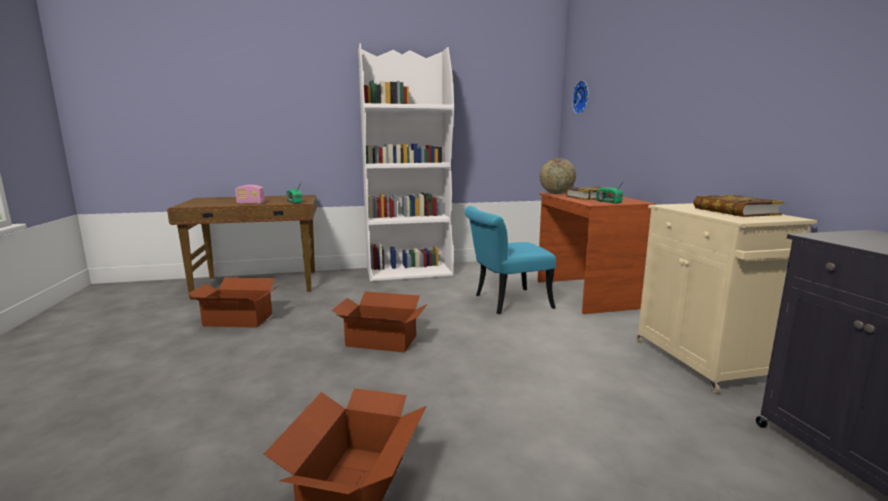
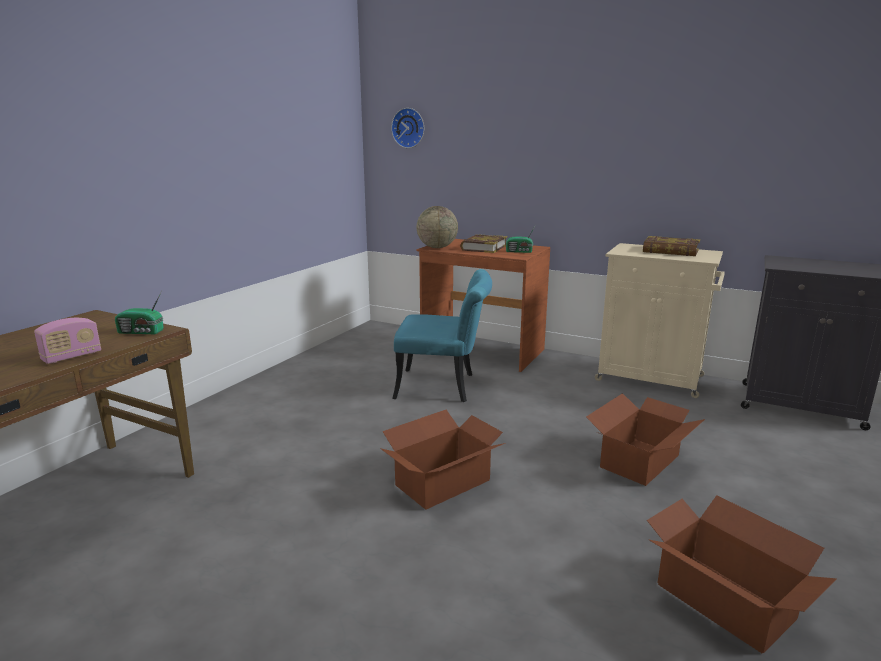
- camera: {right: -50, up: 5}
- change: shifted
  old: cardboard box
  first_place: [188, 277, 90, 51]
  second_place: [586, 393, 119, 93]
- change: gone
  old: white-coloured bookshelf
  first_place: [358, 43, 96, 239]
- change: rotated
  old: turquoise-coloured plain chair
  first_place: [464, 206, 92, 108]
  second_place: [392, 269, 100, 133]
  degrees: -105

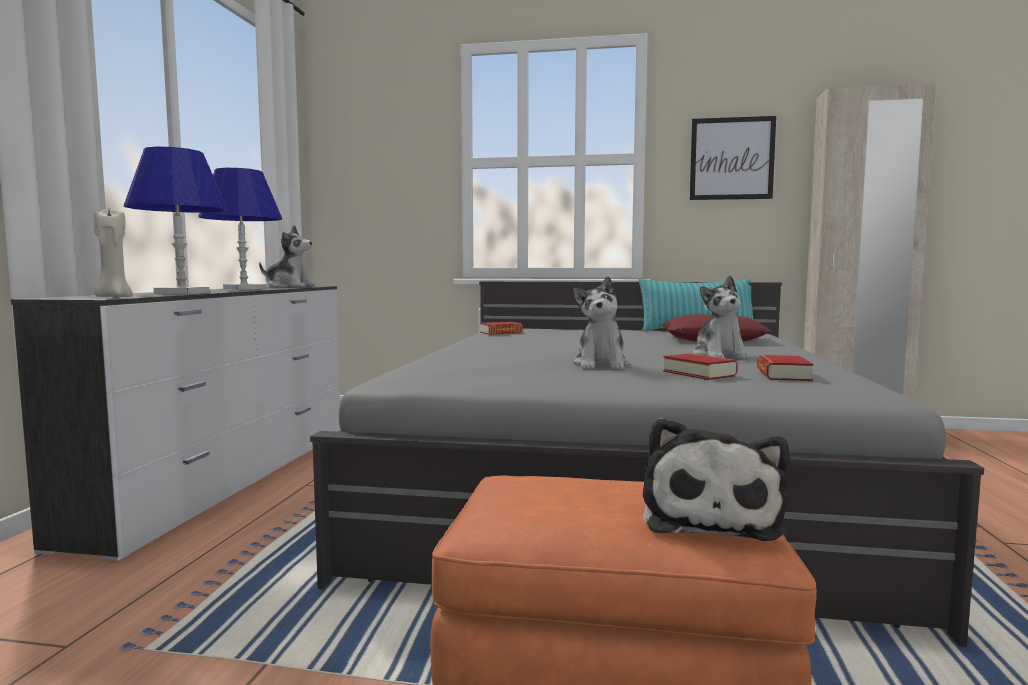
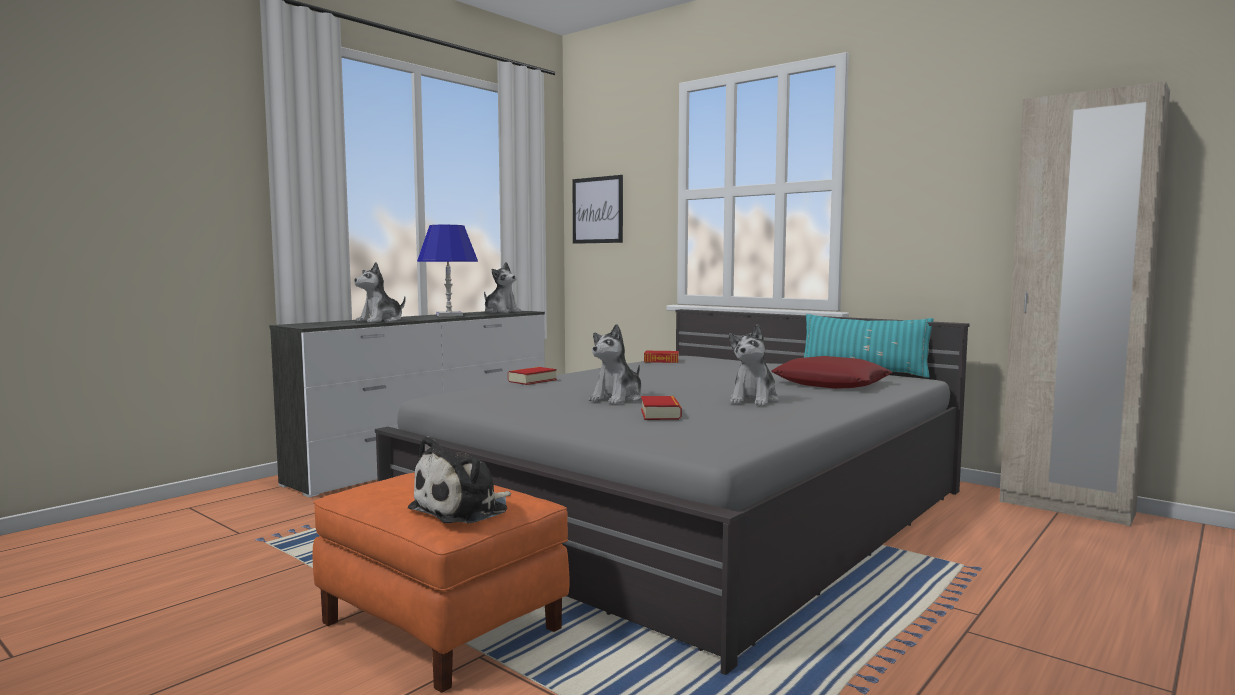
- camera: {right: 30, up: 0}
- change: gone
  old: beige wax candle
  first_place: [94, 209, 39, 88]
- change: swapped
  old: blue-coloured table lamp
  new: soft toy
  first_place: [124, 146, 104, 148]
  second_place: [354, 262, 52, 61]
- change: shifted
  old: wall picture
  first_place: [690, 116, 86, 84]
  second_place: [572, 175, 51, 69]
- change: shifted
  old: bound book
  first_place: [757, 355, 57, 26]
  second_place: [508, 367, 49, 18]

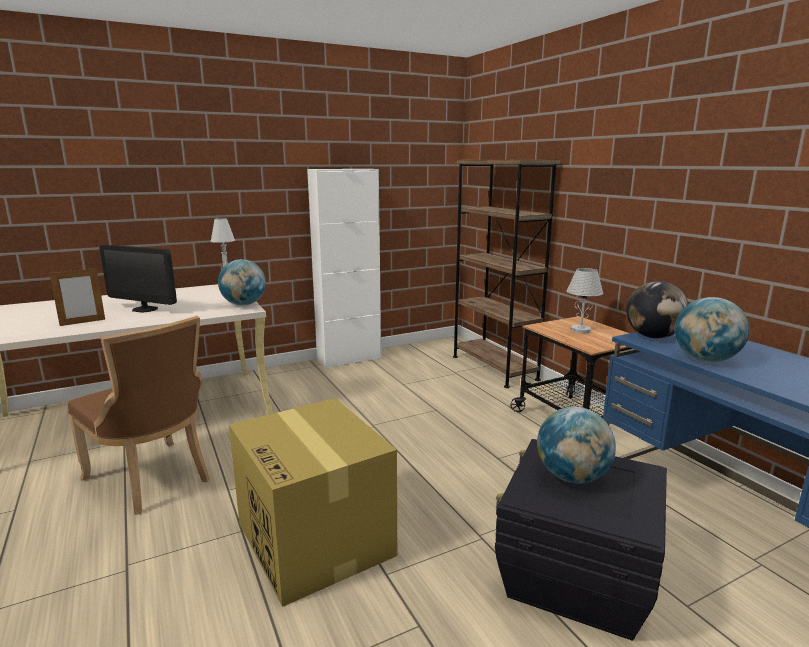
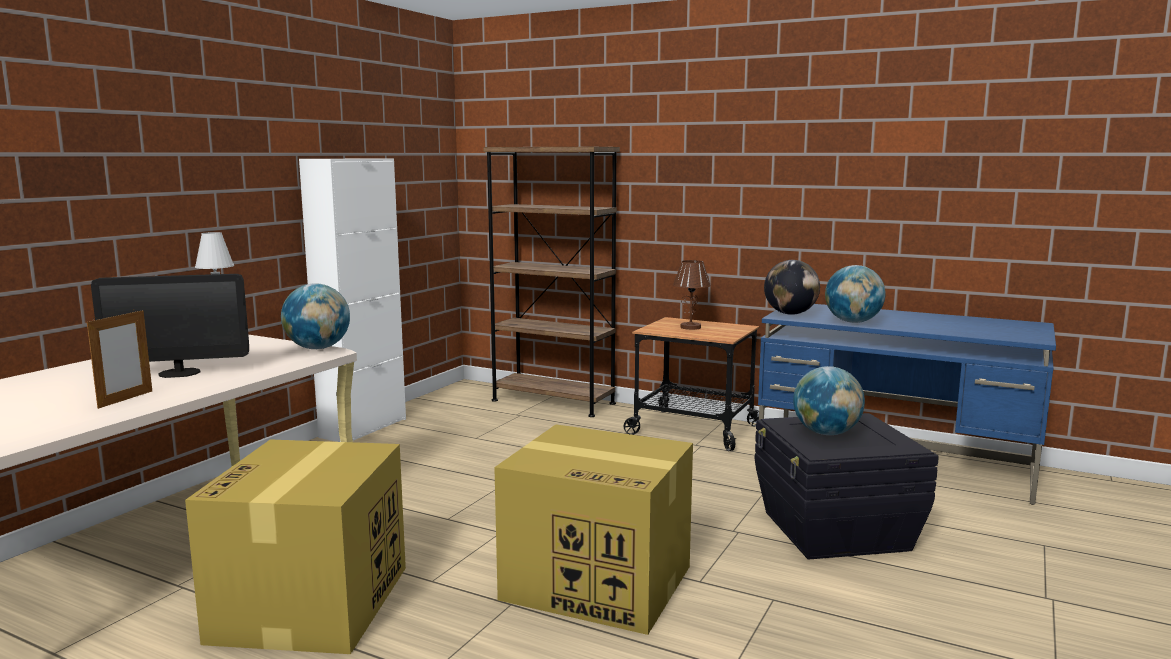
- camera: {right: -35, up: -5}
- change: swapped
  old: brown-coloured plain chair
  new: cardboard box
  first_place: [68, 316, 142, 199]
  second_place: [185, 439, 221, 215]
- change: repainted
  old: white-coloured table lamp
  new: brown-coloured table lamp
  first_place: [567, 268, 36, 66]
  second_place: [673, 260, 38, 70]

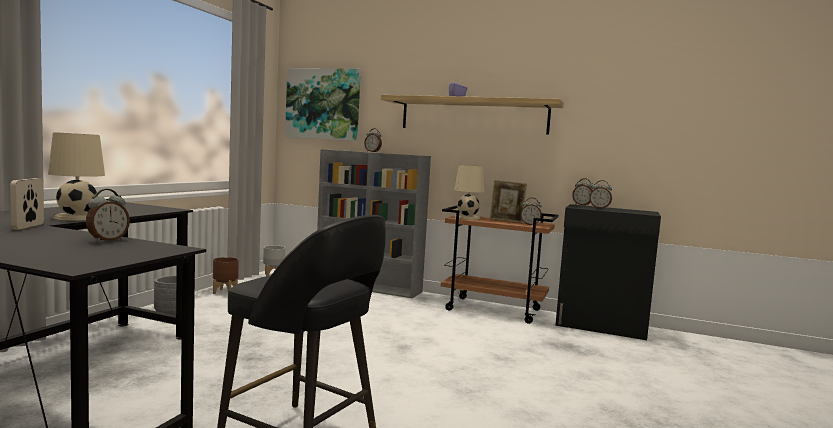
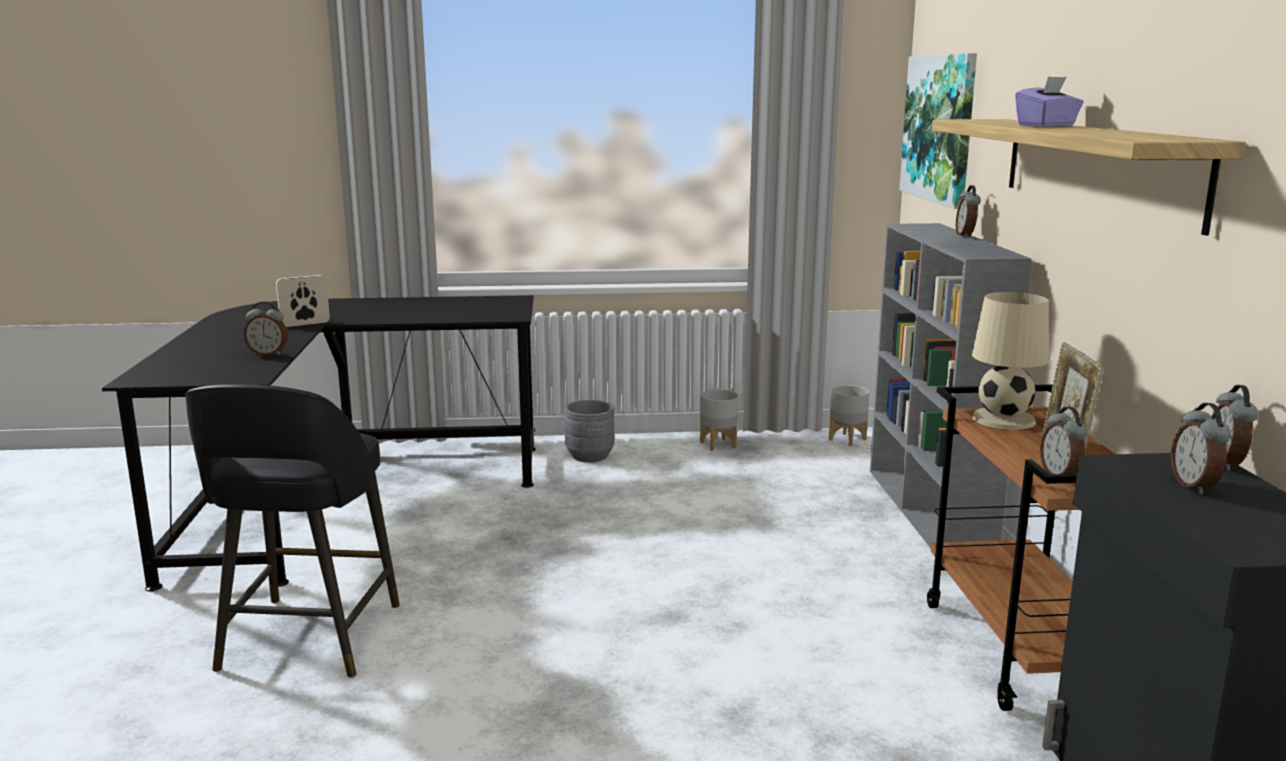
- camera: {right: 65, up: 10}
- change: gone
  old: beige table lamp
  first_place: [48, 132, 57, 89]
- change: repainted
  old: brown-coloured plant pot
  new: gray plant pot
  first_place: [213, 257, 26, 37]
  second_place: [700, 389, 39, 62]

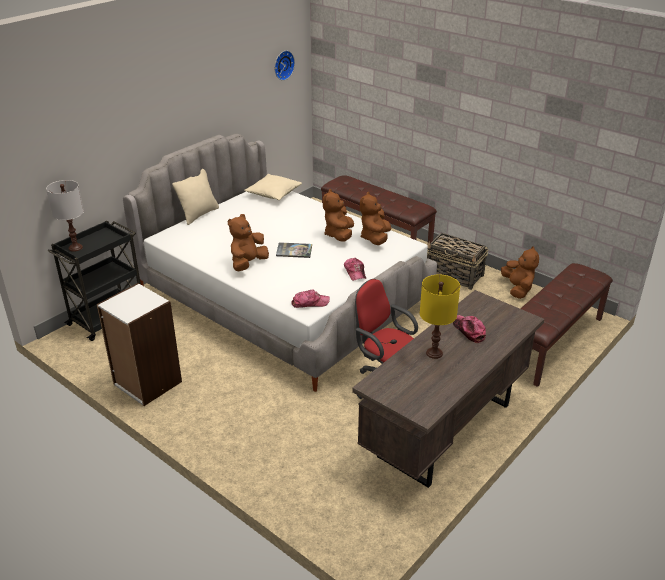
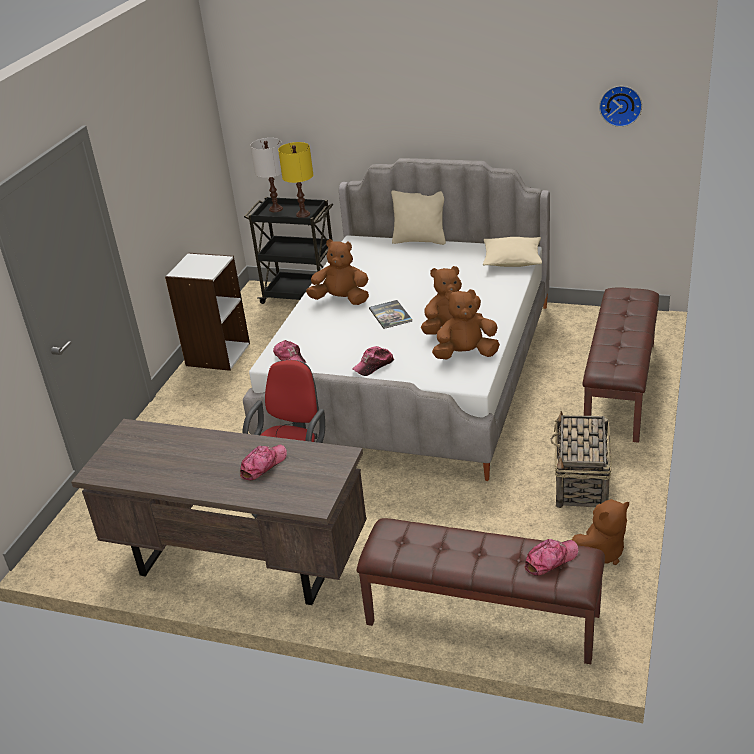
- camera: {right: 70, up: 0}
- change: shifted
  old: yellowish table lamp
  first_place: [420, 275, 40, 84]
  second_place: [278, 142, 35, 76]
- change: new
  new: baseball cap
  second_place: [524, 539, 54, 37]

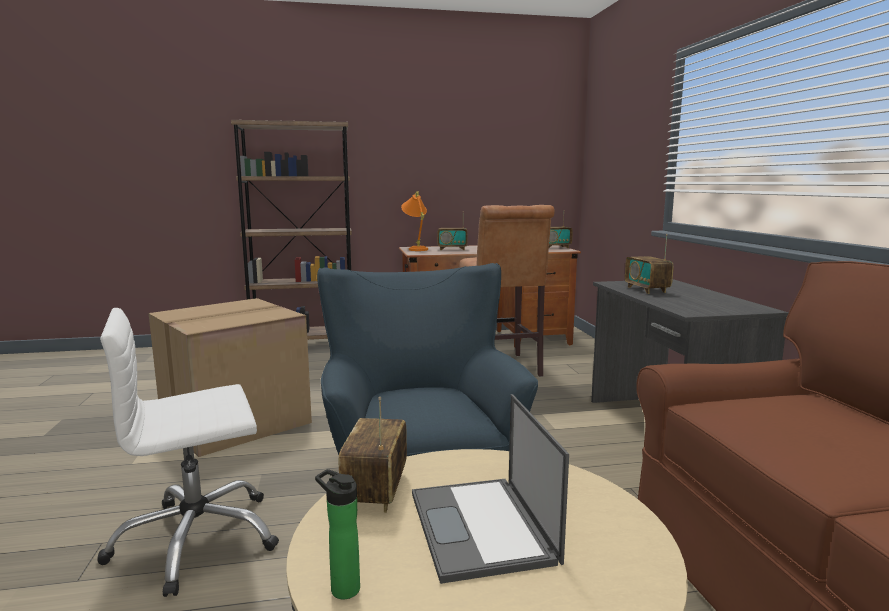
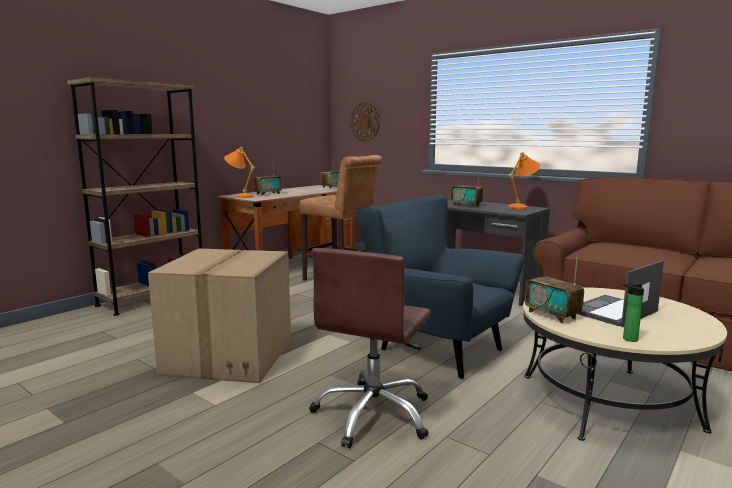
- camera: {right: -40, up: 0}
- change: repainted
  old: white-coloured computer chair
  new: brown-coloured computer chair
  first_place: [97, 308, 182, 289]
  second_place: [309, 248, 122, 200]
- change: rotated
  old: notebook computer
  first_place: [412, 394, 157, 190]
  second_place: [579, 260, 85, 67]
  degrees: 105
- change: new
  new: clock on the wall
  second_place: [350, 102, 30, 39]
- change: new
  new: orangey table lamp
  second_place: [508, 152, 32, 57]

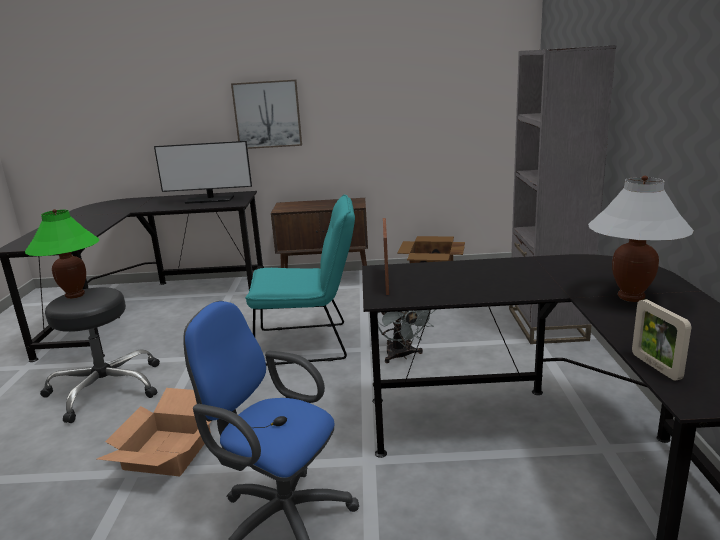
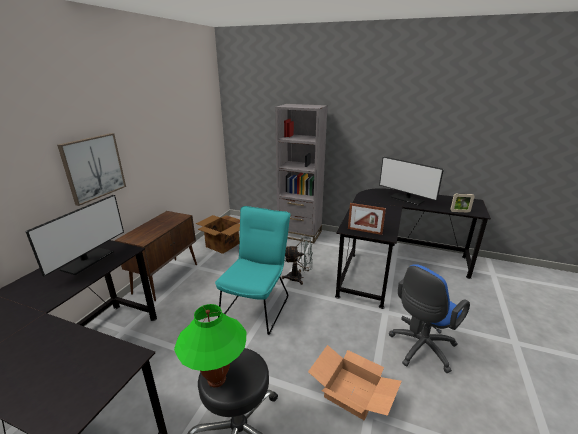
- camera: {right: -70, up: 5}
- change: swapped
  old: white-coloured table lamp
  new: computer screen
  first_place: [588, 176, 106, 126]
  second_place: [379, 157, 65, 48]

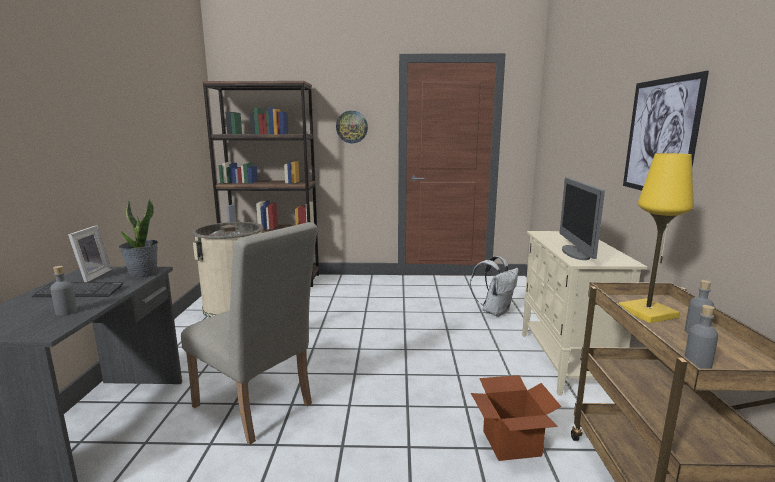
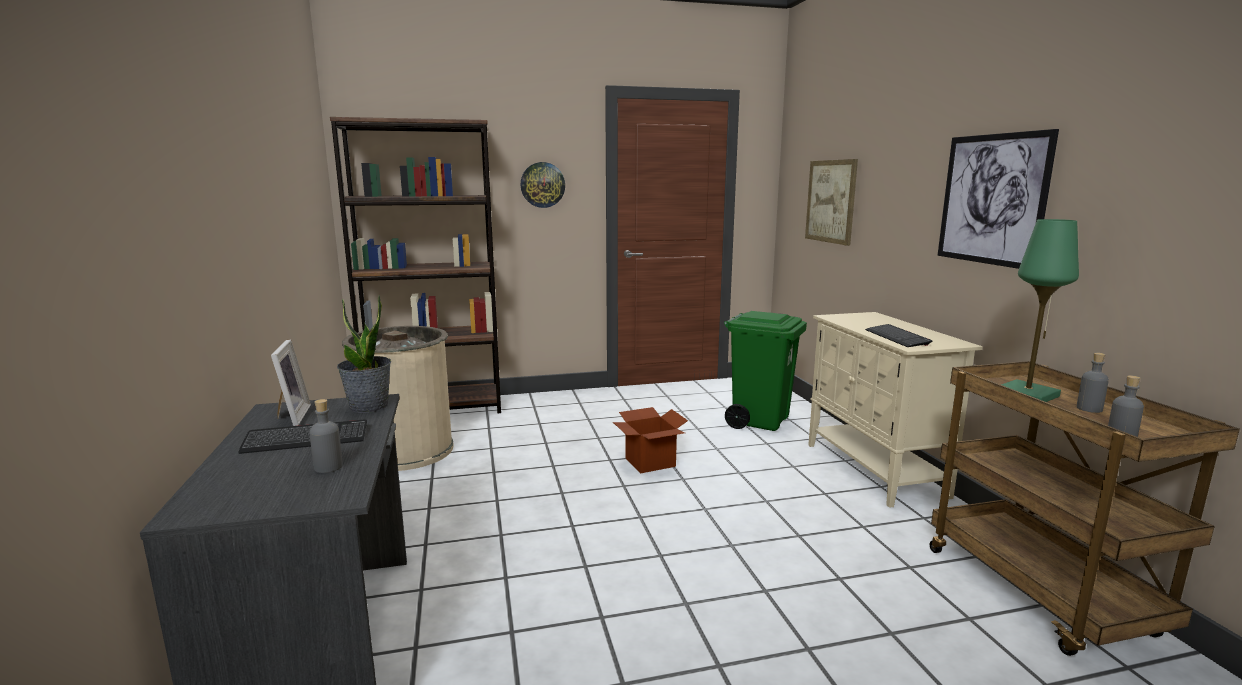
- camera: {right: -15, up: 0}
- change: gone
  old: beige plain chair
  first_place: [181, 222, 137, 223]
- change: swapped
  old: white-coloured backpack
  new: green-coloured rubbish bin
  first_place: [470, 256, 49, 61]
  second_place: [724, 311, 83, 120]
- change: shifted
  old: cardboard box
  first_place: [471, 375, 90, 86]
  second_place: [613, 407, 75, 66]
- change: swapped
  old: computer screen
  new: PC keyboard
  first_place: [559, 178, 46, 82]
  second_place: [865, 324, 68, 23]
- change: repainted
  old: yellowish table lamp
  new: green-coloured table lamp
  first_place: [619, 153, 75, 170]
  second_place: [1001, 219, 78, 183]
- change: new
  new: wall picture
  second_place: [805, 159, 53, 87]

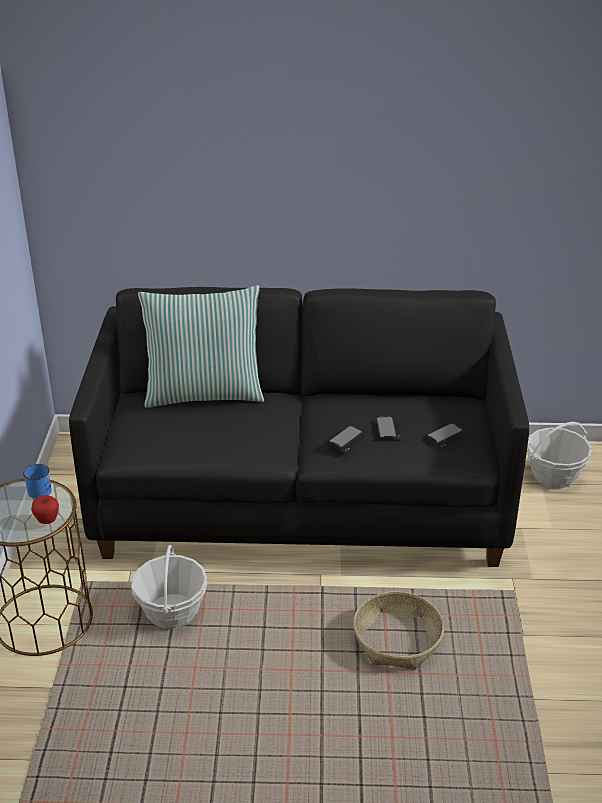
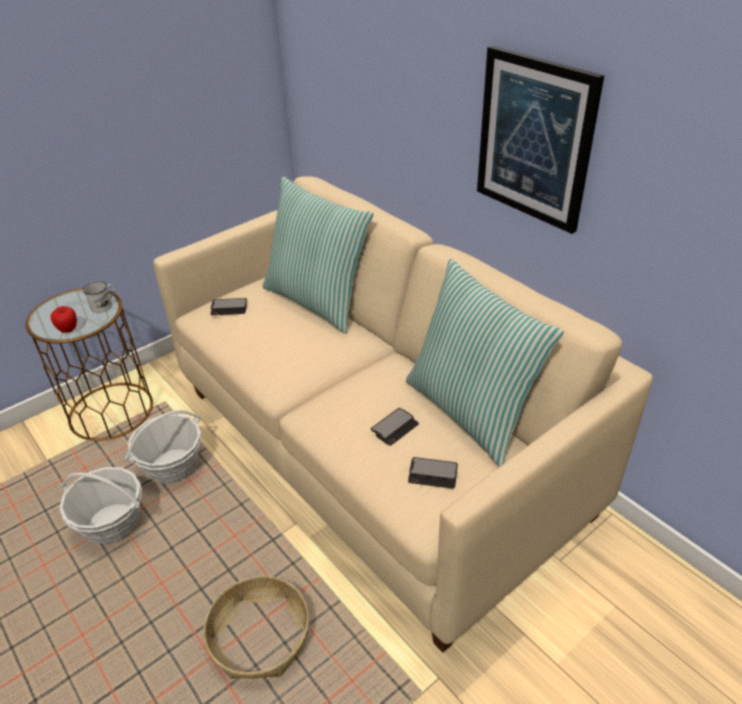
- camera: {right: 50, up: 5}
- change: repainted
  old: blue-coloured mug
  new: white-coloured mug
  first_place: [23, 464, 29, 35]
  second_place: [83, 281, 32, 32]
- change: repainted
  old: black-coloured settee
  new: beige settee
  first_place: [69, 287, 460, 280]
  second_place: [153, 176, 499, 477]
- change: shifted
  old: telephone
  first_place: [329, 426, 38, 27]
  second_place: [210, 298, 37, 17]
- change: shifted
  old: household basket
  first_place: [527, 422, 65, 66]
  second_place: [60, 467, 82, 77]
- change: new
  new: cushion
  second_place: [406, 259, 158, 207]
- change: new
  new: wall picture
  second_place: [477, 46, 127, 188]

